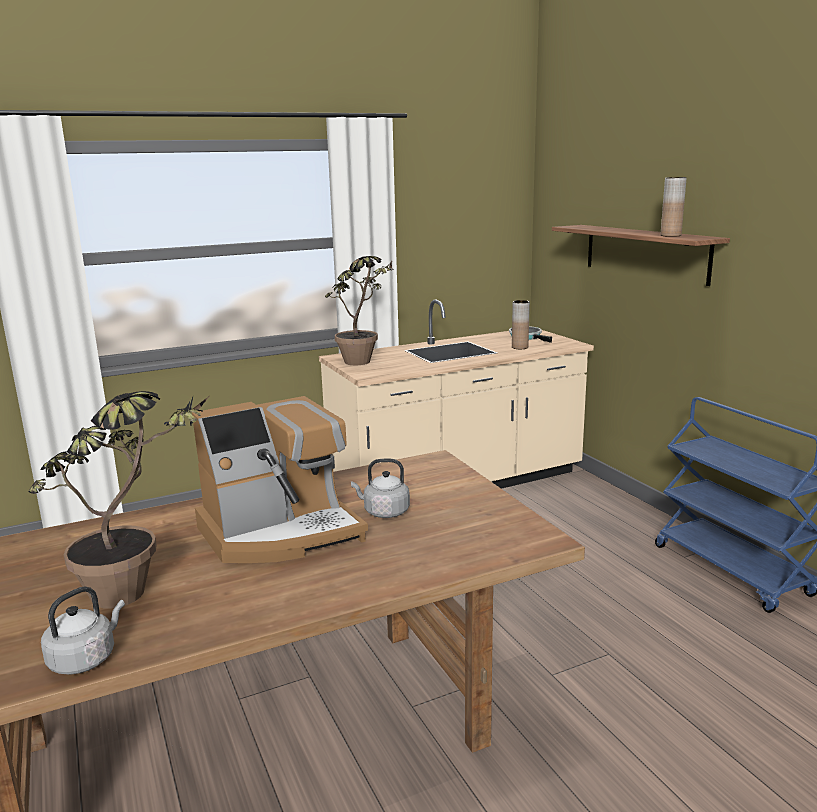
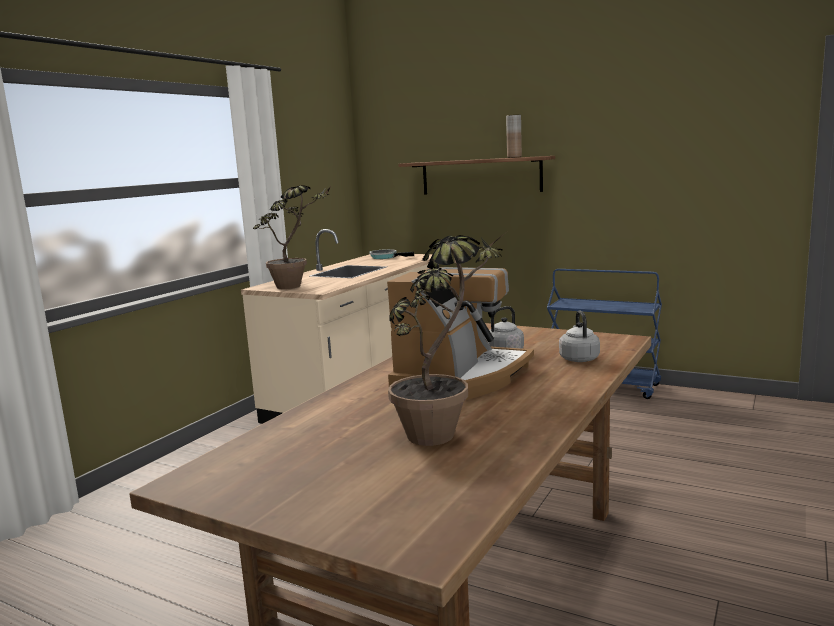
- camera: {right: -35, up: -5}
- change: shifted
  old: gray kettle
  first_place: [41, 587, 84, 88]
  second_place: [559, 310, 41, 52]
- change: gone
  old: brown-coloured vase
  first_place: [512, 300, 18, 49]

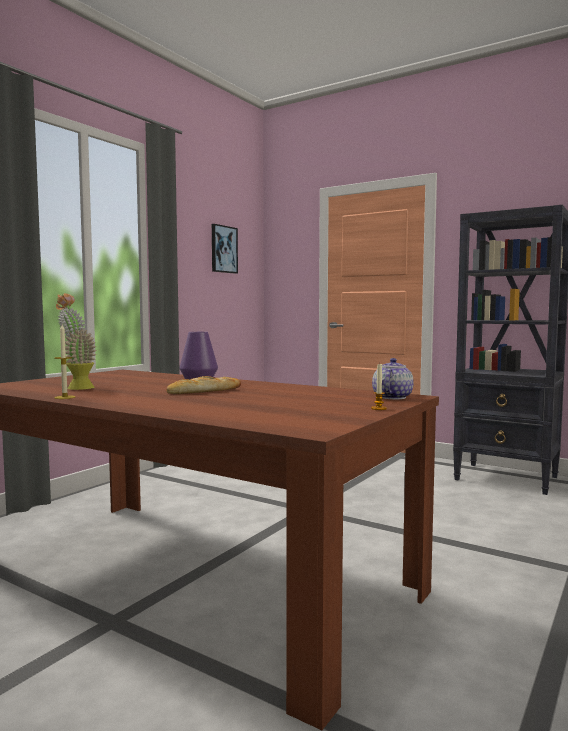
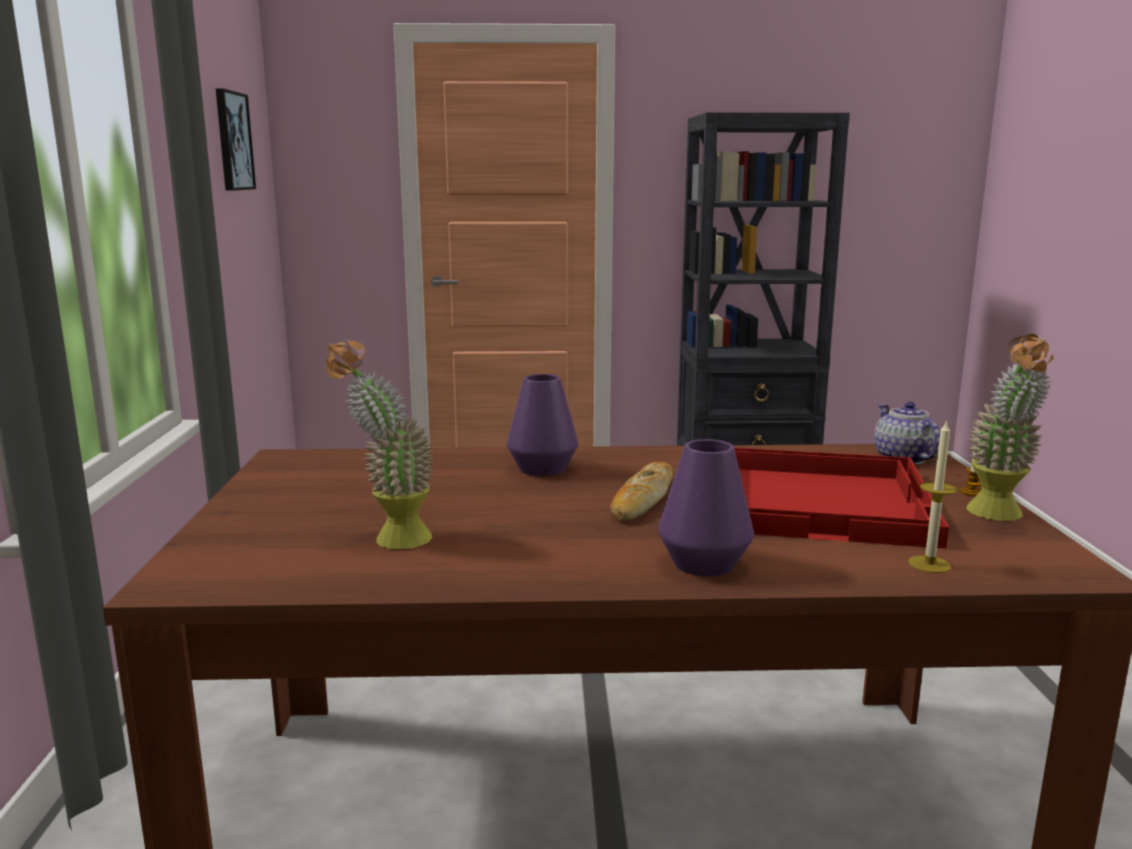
- camera: {right: -35, up: 10}
- change: shifted
  old: wax candle
  first_place: [54, 325, 21, 74]
  second_place: [908, 420, 49, 153]
- change: new
  new: purple-coloured vase
  second_place: [658, 439, 96, 138]
- change: new
  new: red carrying tray
  second_place: [734, 447, 215, 102]
- change: new
  new: plant in a pot
  second_place: [967, 334, 87, 187]

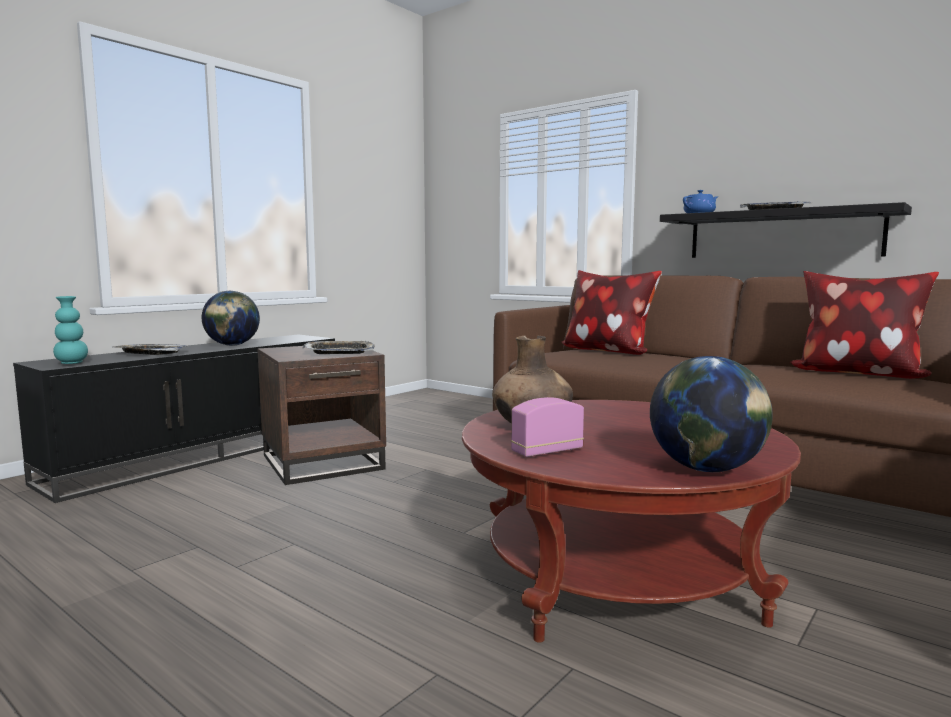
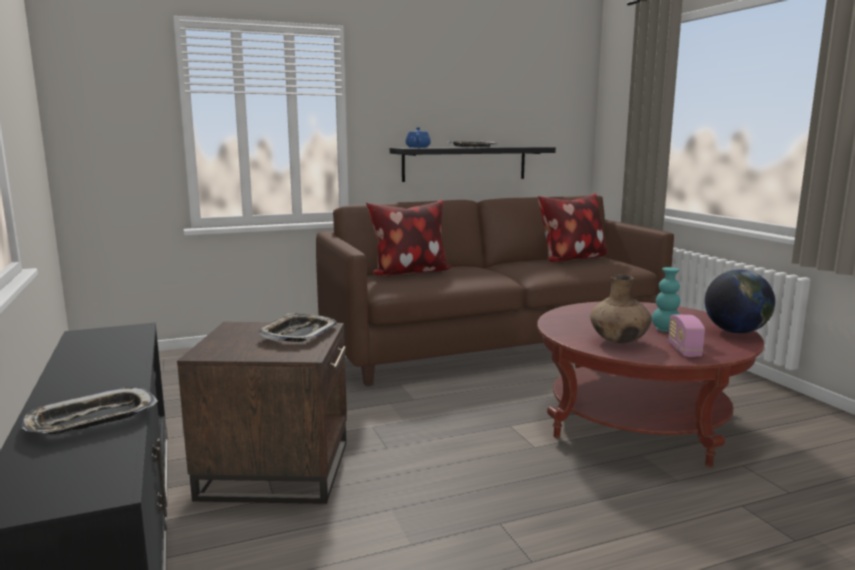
- camera: {right: -60, up: 5}
- change: shifted
  old: turquoise-coloured vase
  first_place: [53, 296, 35, 68]
  second_place: [652, 267, 28, 65]
- change: gone
  old: desk globe
  first_place: [202, 291, 58, 55]

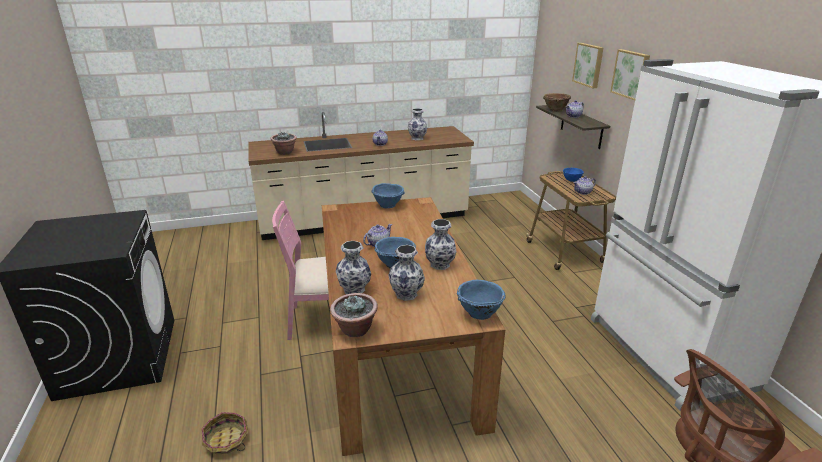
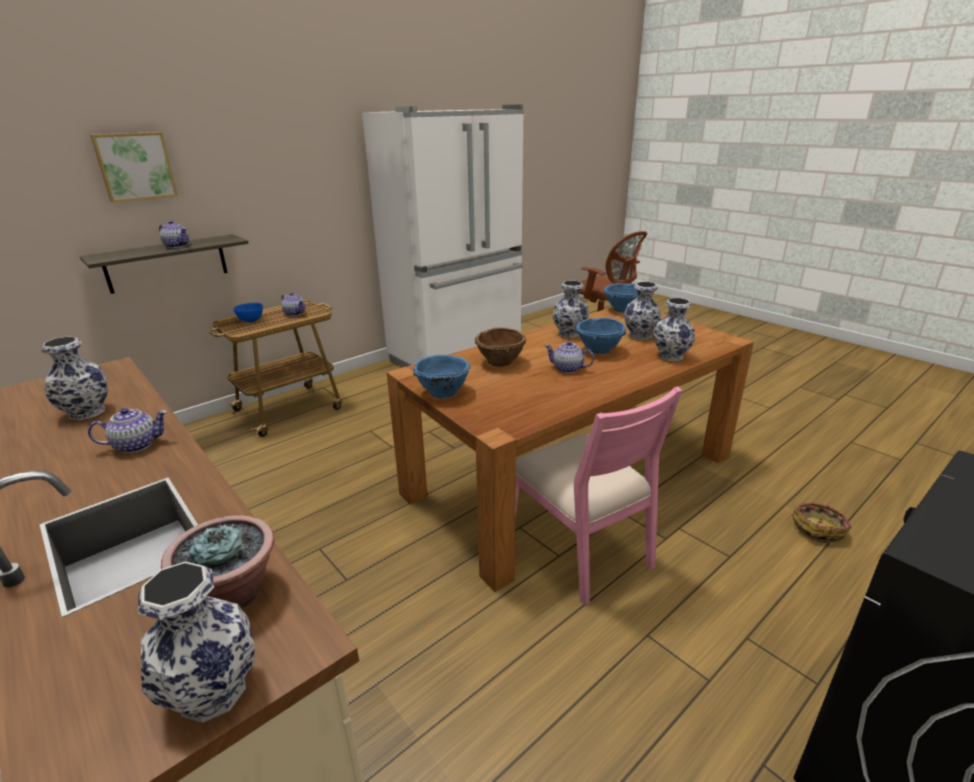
- camera: {right: -115, up: 0}
- change: gone
  old: plant in a pot
  first_place: [330, 293, 48, 44]
- change: shifted
  old: brown-coloured serving bowl
  first_place: [543, 93, 28, 19]
  second_place: [475, 327, 51, 40]
- change: gone
  old: wall picture
  first_place: [610, 49, 40, 51]
- change: new
  new: vase
  second_place: [138, 562, 117, 161]

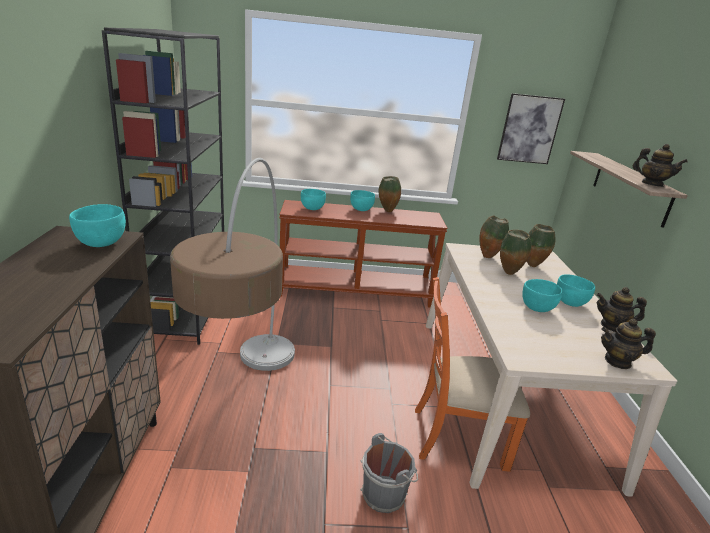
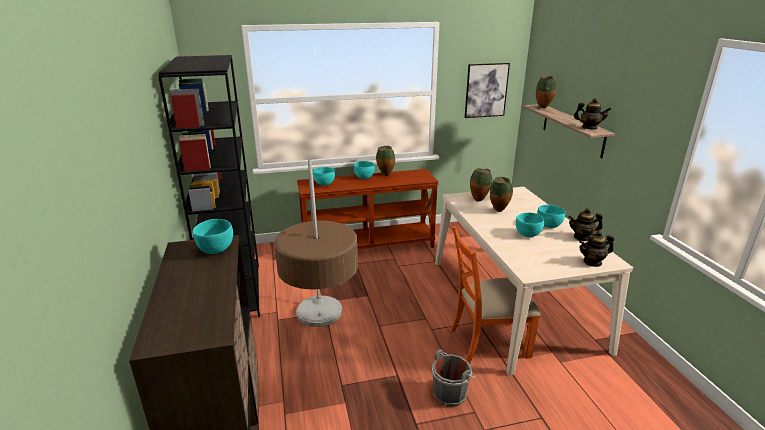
- camera: {right: -10, up: 0}
- change: shifted
  old: vase
  first_place: [527, 224, 29, 43]
  second_place: [536, 76, 21, 32]

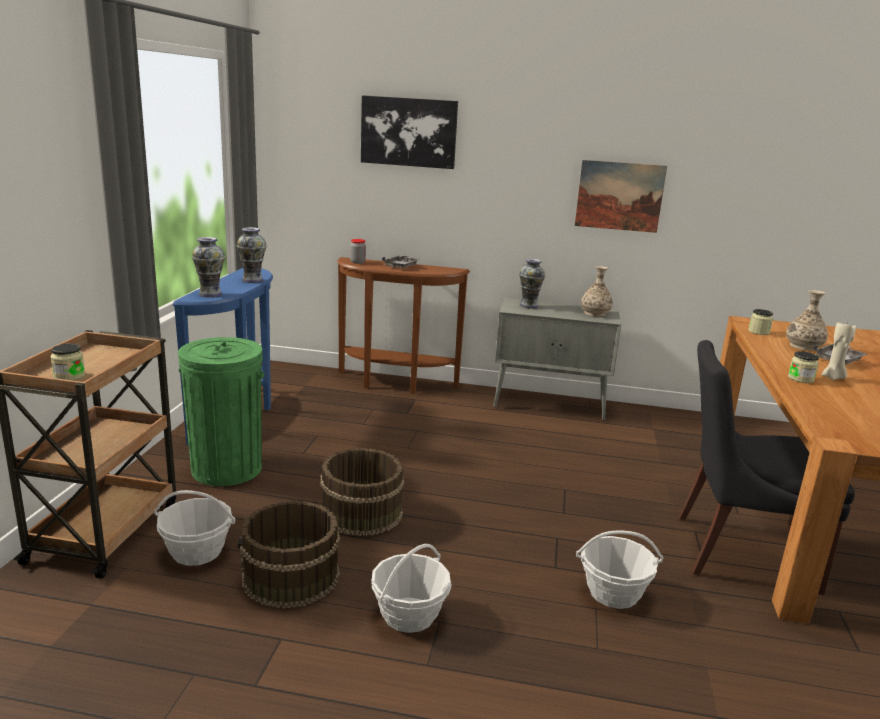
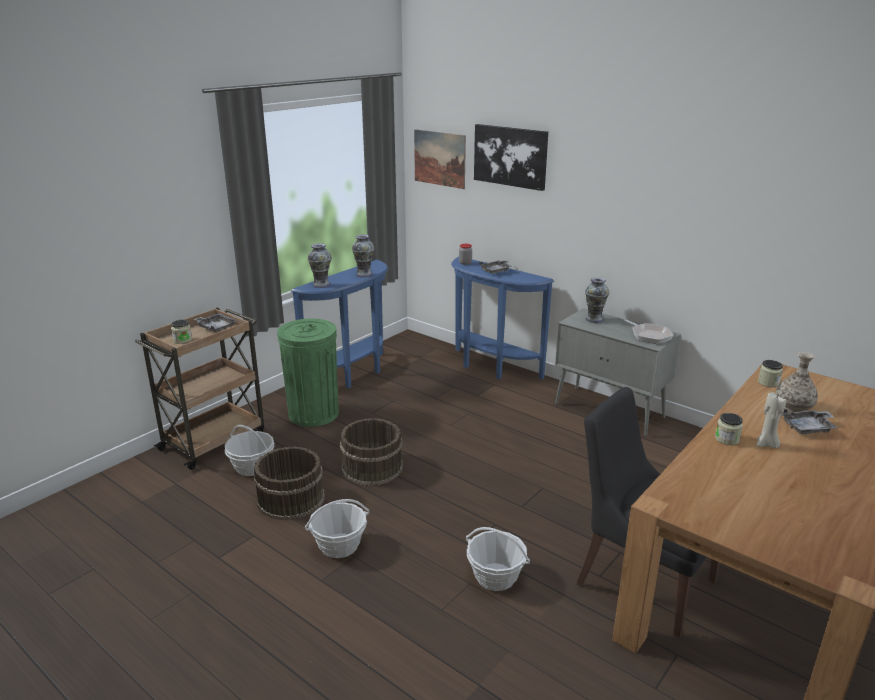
- camera: {right: 30, up: 5}
- change: repainted
  old: brown-coloured narrow table
  new: blue-coloured narrow table
  first_place: [337, 257, 133, 137]
  second_place: [451, 256, 103, 124]
- change: shifted
  old: wall picture
  first_place: [575, 160, 92, 73]
  second_place: [414, 129, 52, 60]
- change: swapped
  old: vase
  new: frying pan
  first_place: [581, 266, 32, 51]
  second_place: [620, 317, 54, 27]
- change: new
  new: gray carrying tray
  second_place: [193, 313, 44, 20]

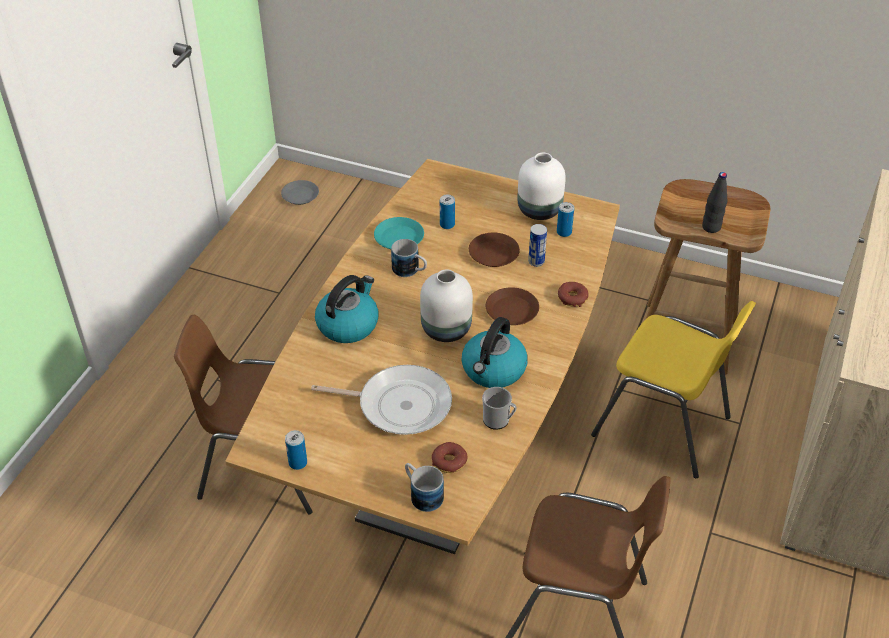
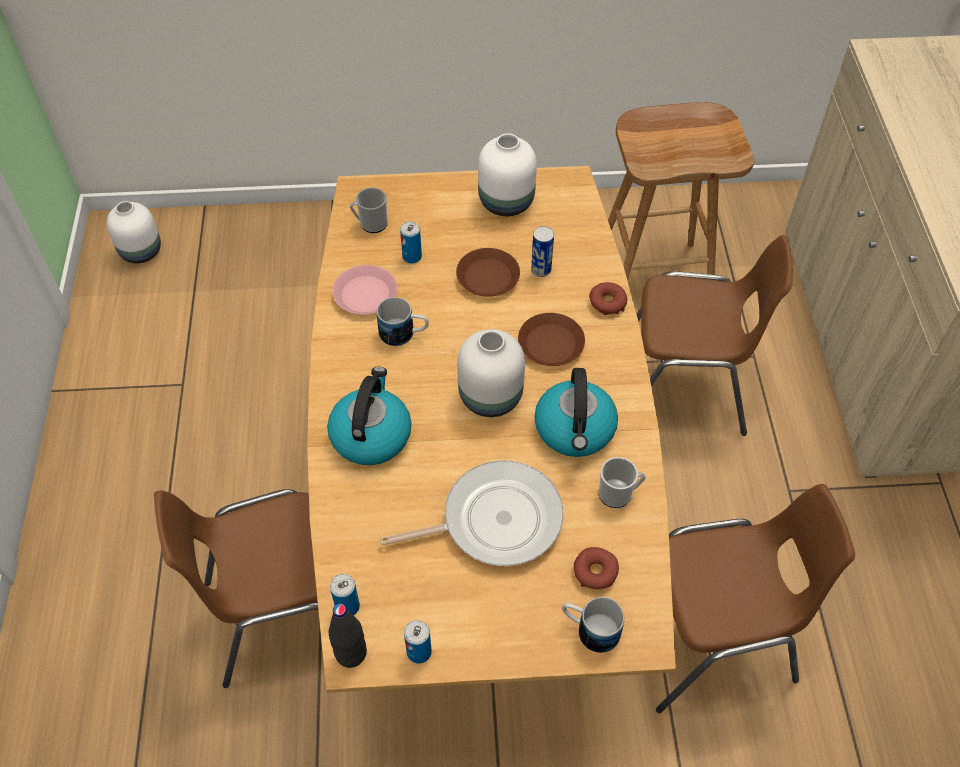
- camera: {right: -25, up: 10}
- change: swapped
  old: gray flat dish
  new: white-coloured vase
  first_place: [281, 180, 38, 25]
  second_place: [107, 201, 54, 62]
- change: repainted
  old: turquoise-coloured flat dish
  new: pink flat dish
  first_place: [374, 217, 50, 32]
  second_place: [332, 265, 65, 50]
- change: shifted
  old: sealed can
  first_place: [557, 202, 17, 35]
  second_place: [330, 574, 30, 42]
- change: repainted
  old: yellowish plain chair
  new: brown-coloured plain chair
  first_place: [591, 301, 165, 177]
  second_place: [637, 235, 156, 201]
- change: shifted
  old: black-coloured bottle
  first_place: [702, 172, 25, 61]
  second_place: [329, 603, 38, 65]
- change: new
  new: mug
  second_place: [350, 187, 38, 46]

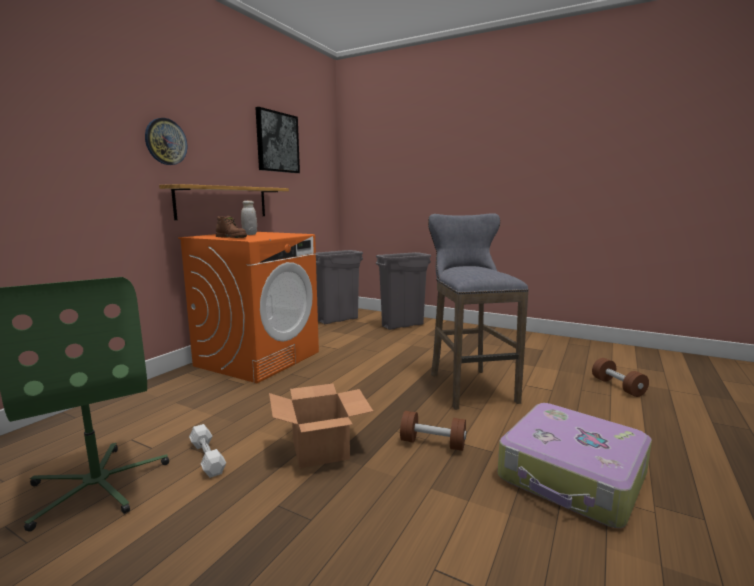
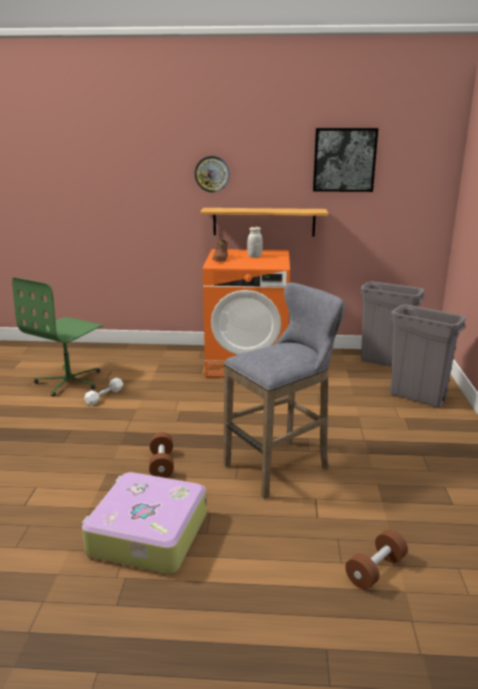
- camera: {right: 65, up: 10}
- change: gone
  old: cardboard box
  first_place: [269, 384, 104, 84]

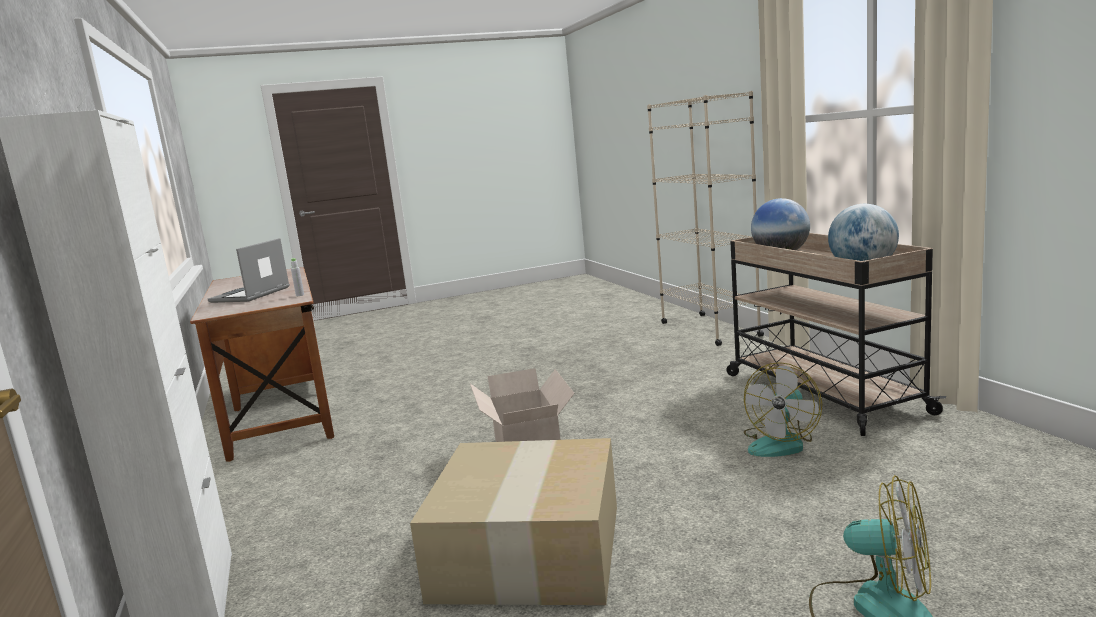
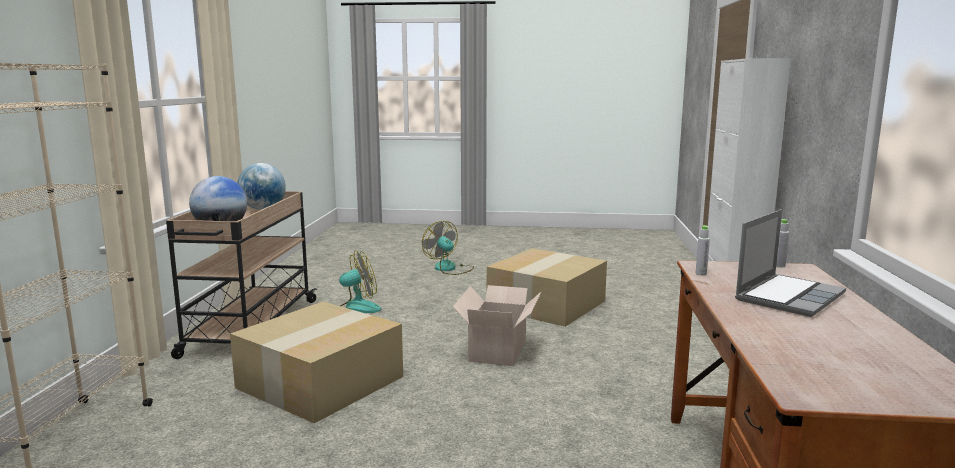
- camera: {right: -155, up: 0}
- change: new
  new: cardboard box
  second_place: [230, 302, 173, 121]
- change: new
  new: gray bottle
  second_place: [776, 219, 13, 48]

